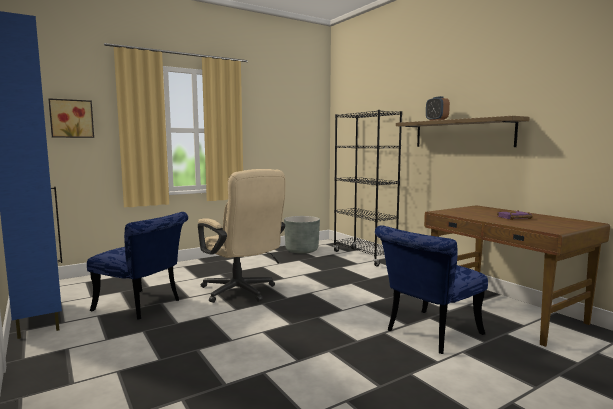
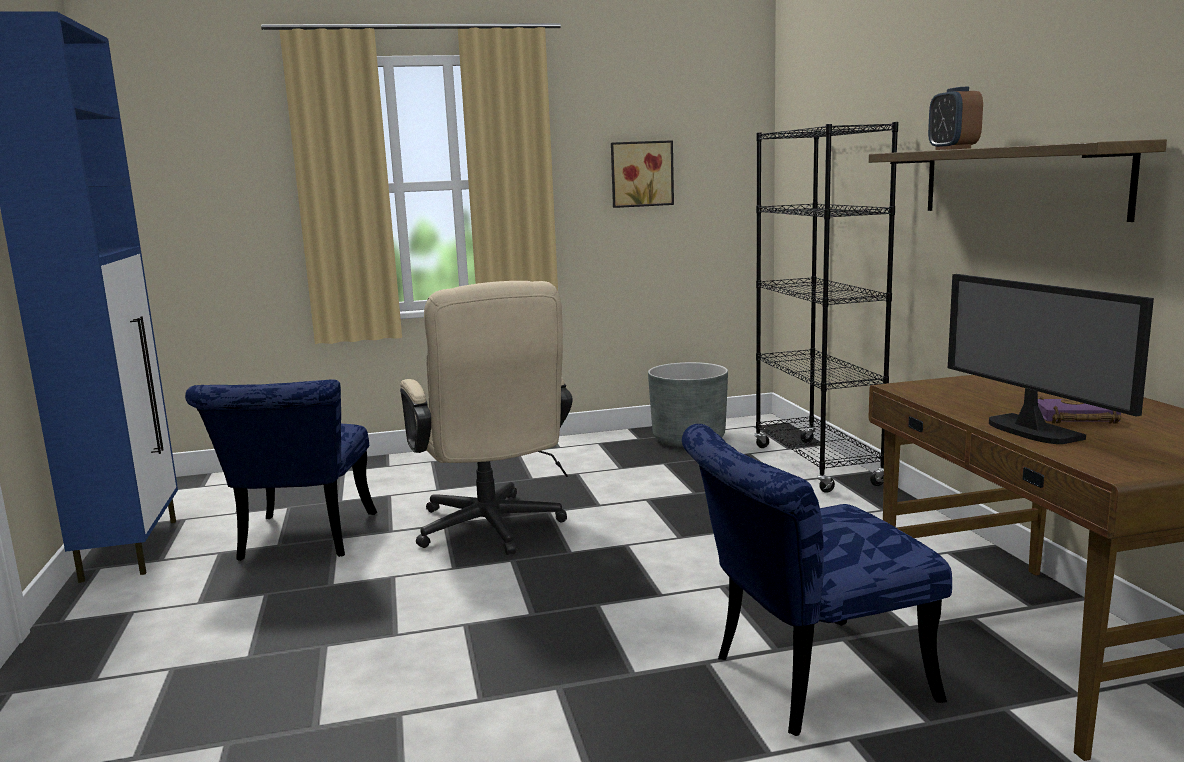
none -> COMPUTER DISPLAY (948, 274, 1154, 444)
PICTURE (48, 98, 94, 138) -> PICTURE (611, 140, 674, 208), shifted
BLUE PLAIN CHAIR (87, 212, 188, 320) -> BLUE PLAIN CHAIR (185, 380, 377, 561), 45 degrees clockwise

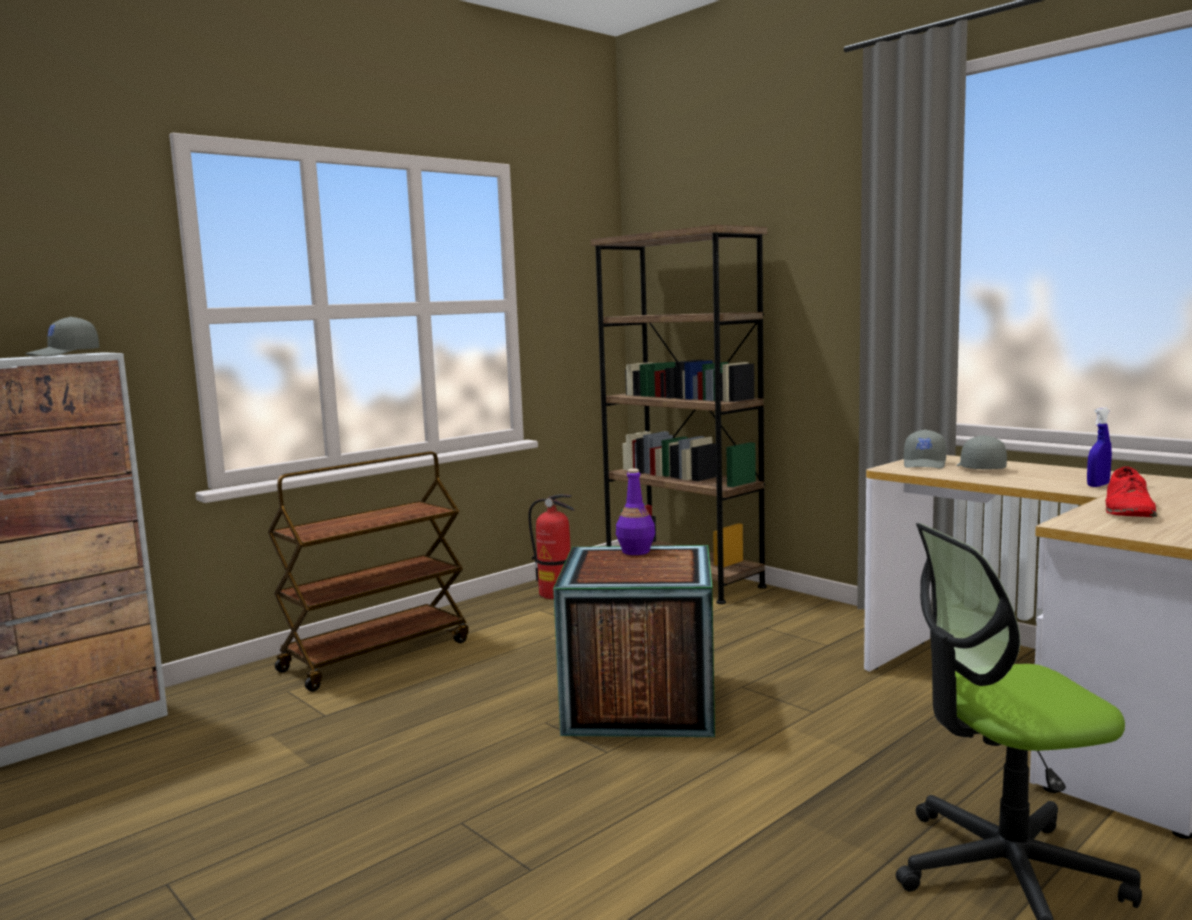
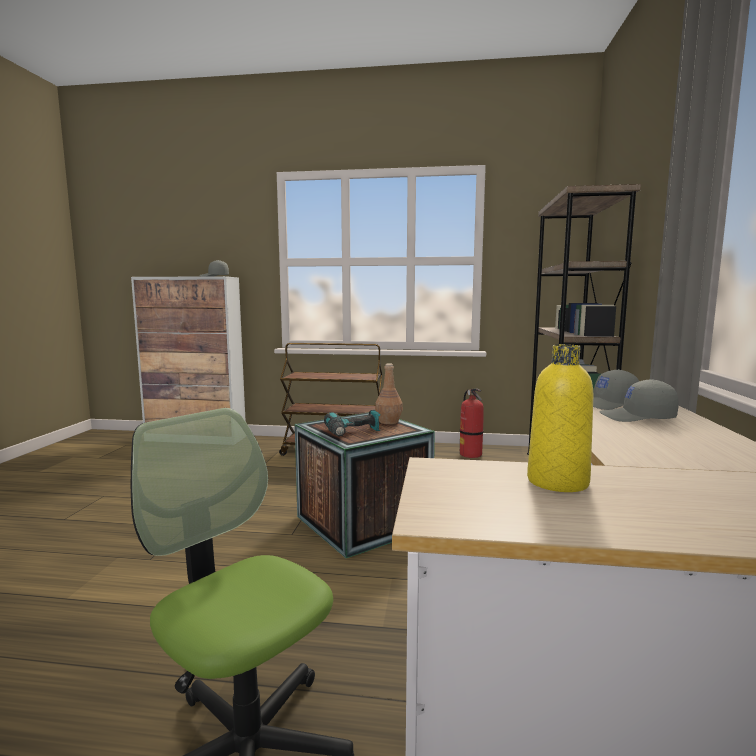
BLUE SPRAYER (1087, 407, 1112, 487) -> none
none -> POWER DRILL (324, 410, 381, 436)
RED LOW SHOE (1105, 466, 1157, 517) -> YELLOWISH BOTTLE (527, 344, 593, 492)
PURPLISH BOTTLE (616, 469, 655, 555) -> BROWN-COLOURED BOTTLE (375, 364, 403, 424)
GREYISH PEAKED CAP (957, 435, 1007, 469) -> GREYISH PEAKED CAP (599, 379, 679, 422), 135 degrees counterclockwise

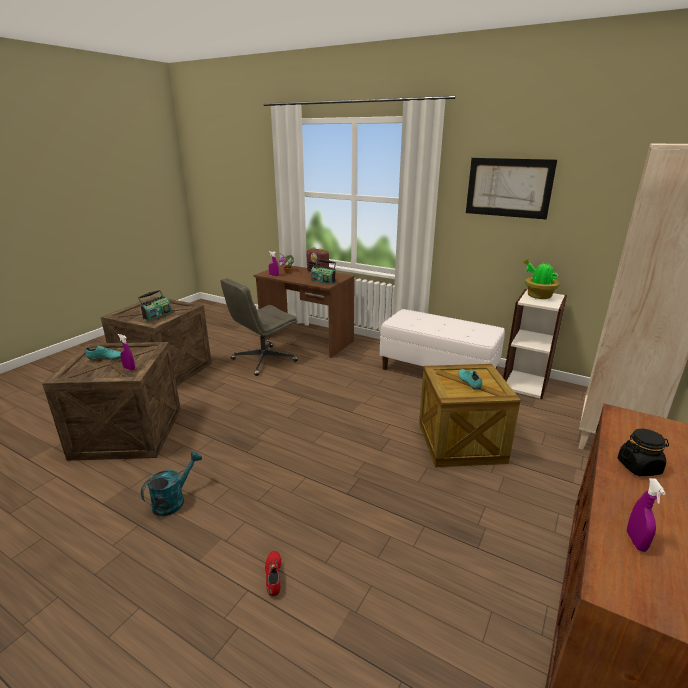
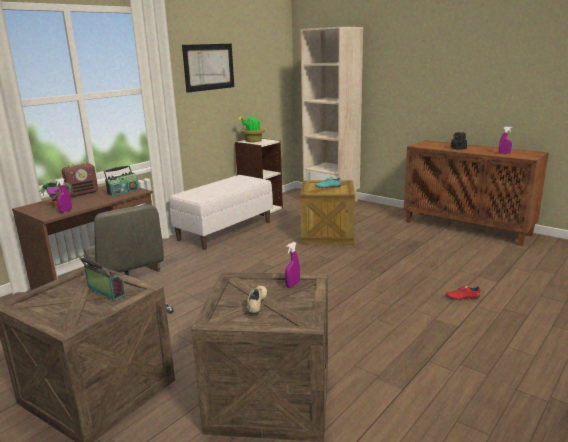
TURQUOISE-COLOURED WATERING POT (141, 451, 202, 516) -> none
TURQUOISE-COLOURED LOW SHOE (86, 346, 121, 360) -> BEIGE LOW SHOE (247, 286, 267, 314)

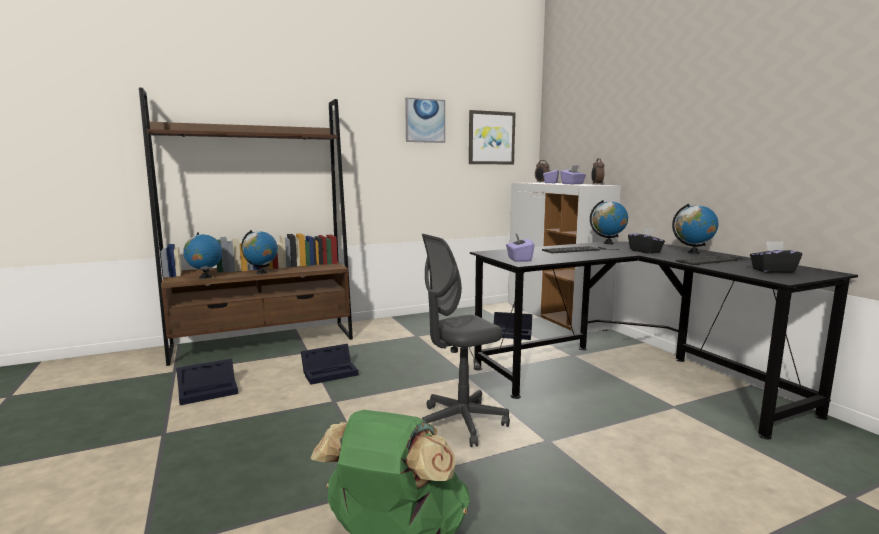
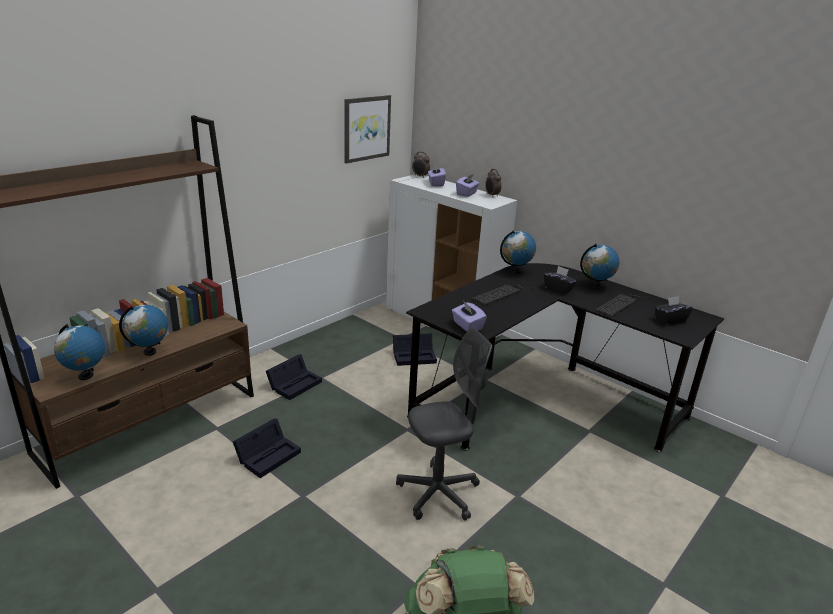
PICTURE (405, 98, 445, 143) -> none
BLACKISH STORAGE BOX (176, 359, 238, 405) -> BLACKISH STORAGE BOX (266, 354, 322, 400), shifted
GREYISH OFFICE CHAIR (422, 234, 510, 447) -> GREYISH OFFICE CHAIR (396, 327, 492, 521), 150 degrees counterclockwise

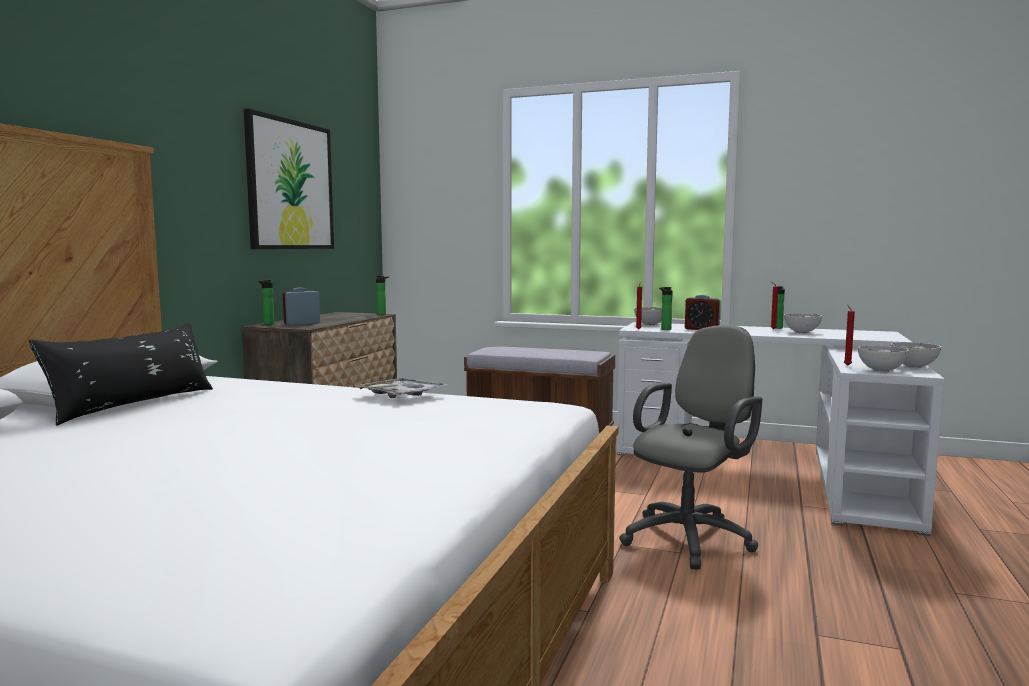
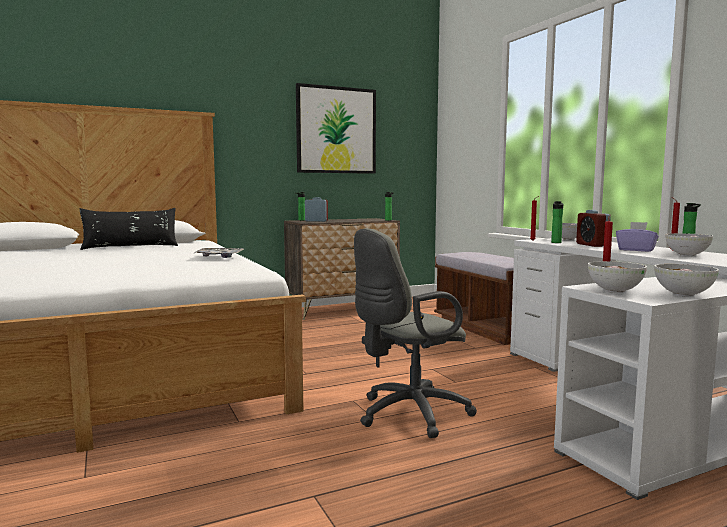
none -> PURPLISH BOX OF TISSUES (616, 222, 659, 252)
GREYISH OFFICE CHAIR (619, 325, 762, 570) -> GREYISH OFFICE CHAIR (354, 228, 477, 438), 150 degrees clockwise

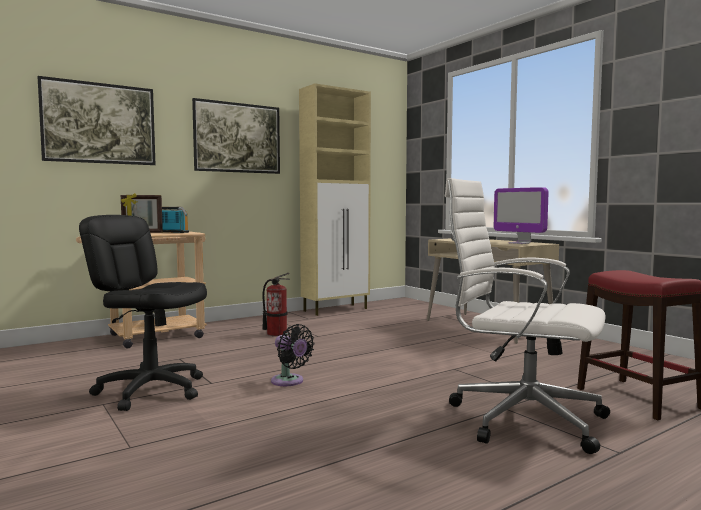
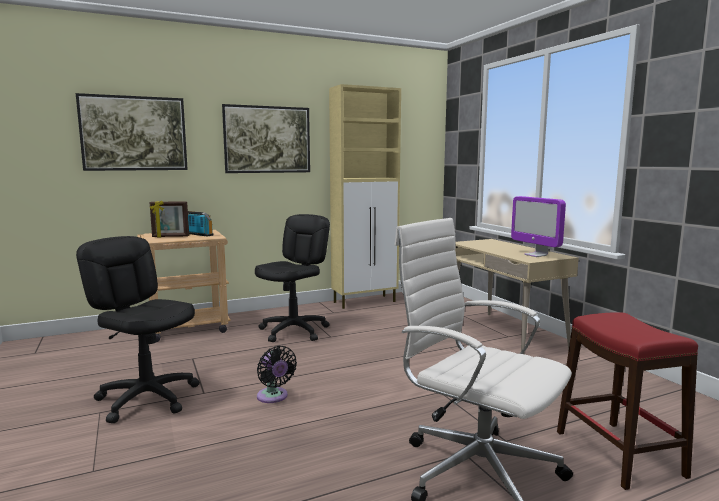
FIRE EXTINGUISHER (262, 273, 290, 336) -> BLACKISH OFFICE CHAIR (255, 214, 330, 342)

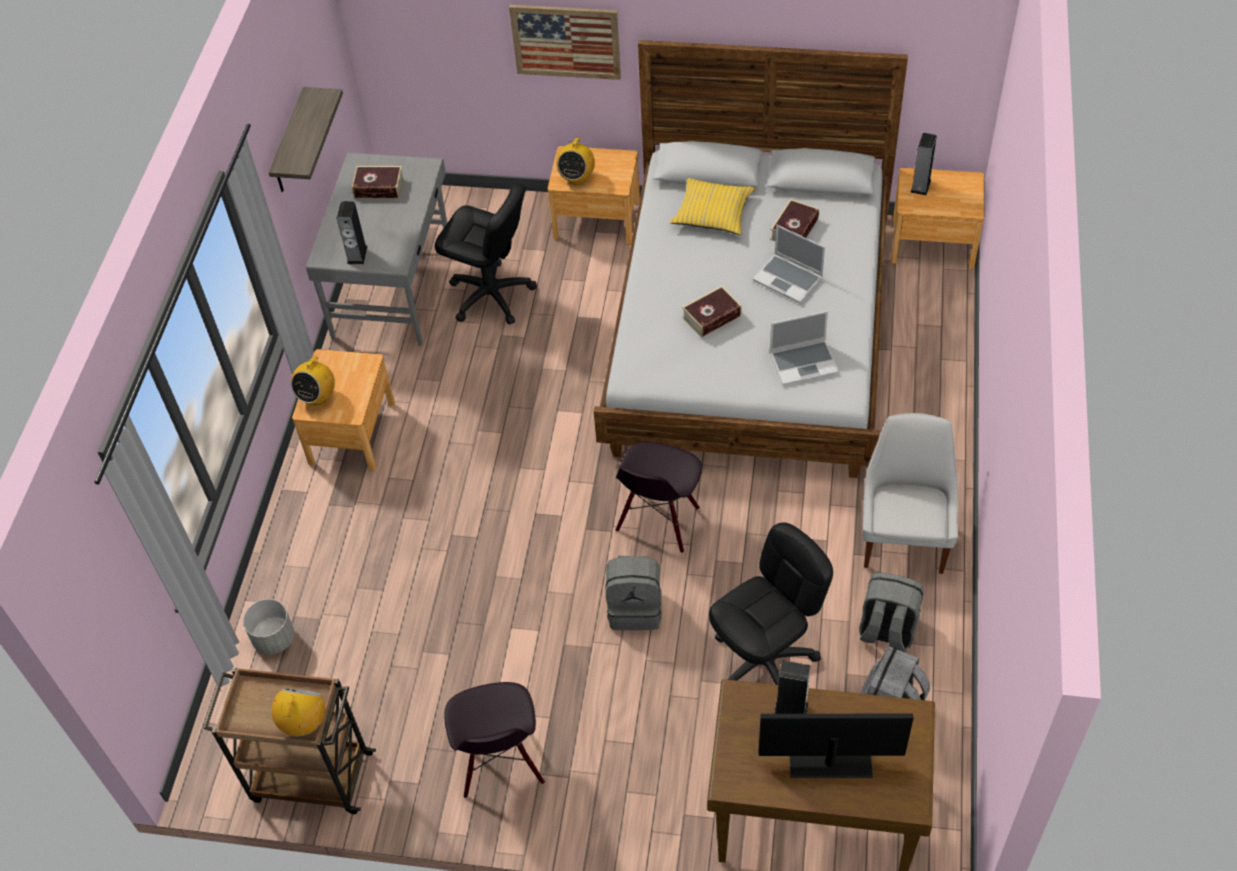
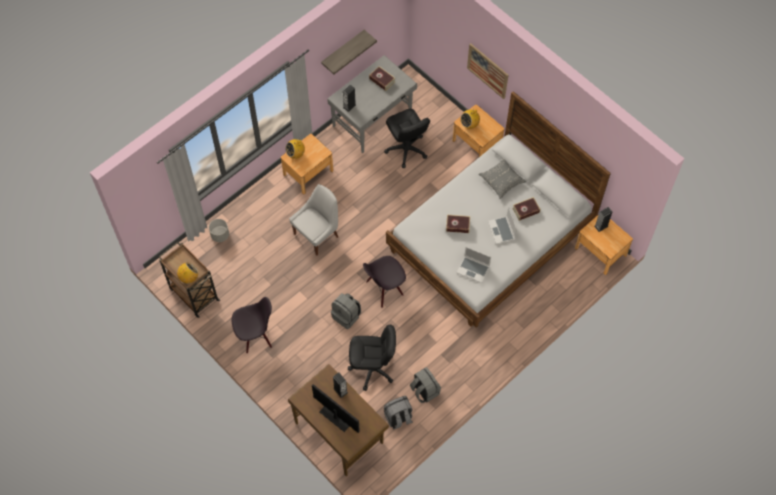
WHITE-COLOURED PLAIN CHAIR (863, 413, 958, 574) -> WHITE-COLOURED PLAIN CHAIR (289, 184, 338, 255), shifted
YELLOWISH PILLOW (670, 178, 755, 235) -> GREYISH PILLOW (479, 159, 526, 199)
BLACKISH PLAIN CHAIR (444, 682, 545, 798) -> BLACKISH PLAIN CHAIR (232, 297, 272, 353), 135 degrees counterclockwise

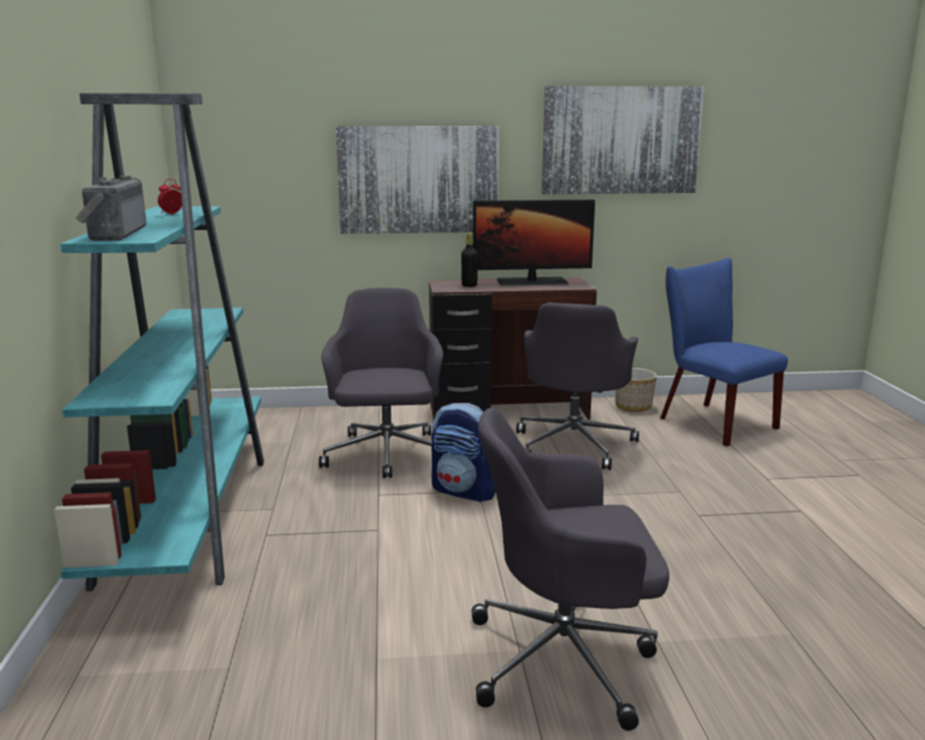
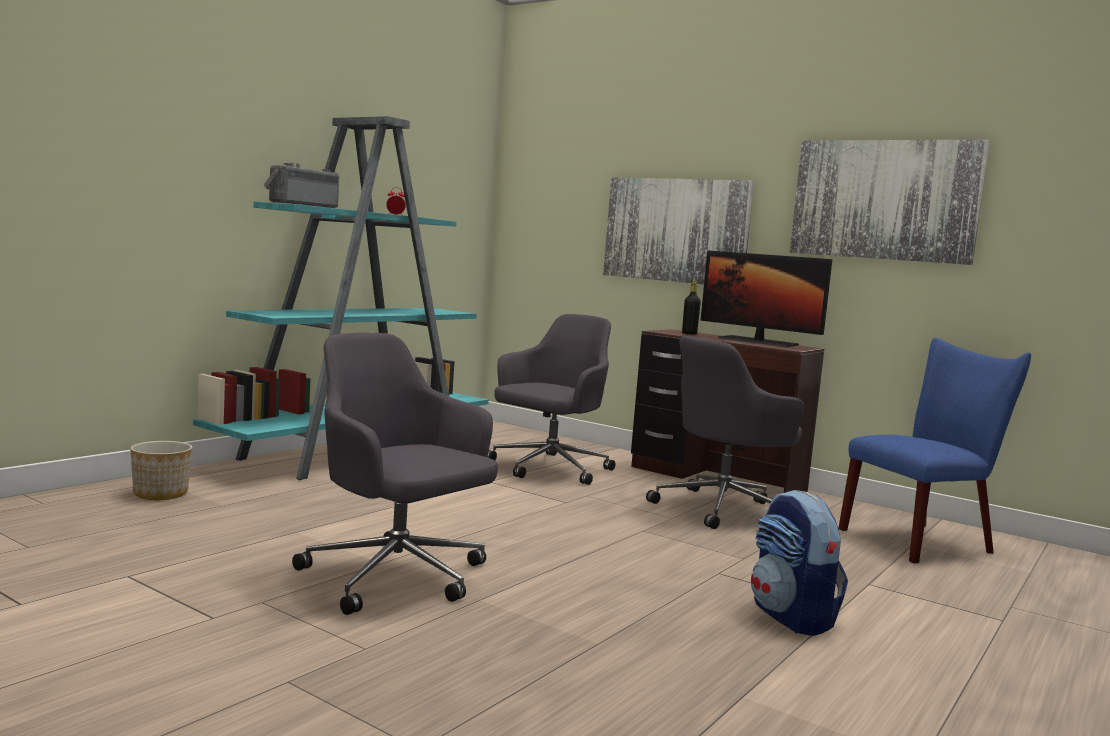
KNAPSACK (431, 403, 496, 502) -> KNAPSACK (751, 490, 848, 636), shifted
PLANT POT (615, 368, 657, 412) -> PLANT POT (130, 441, 192, 500), shifted
BLUE PLAIN CHAIR (660, 258, 788, 446) -> BLUE PLAIN CHAIR (838, 338, 1031, 563), 60 degrees clockwise

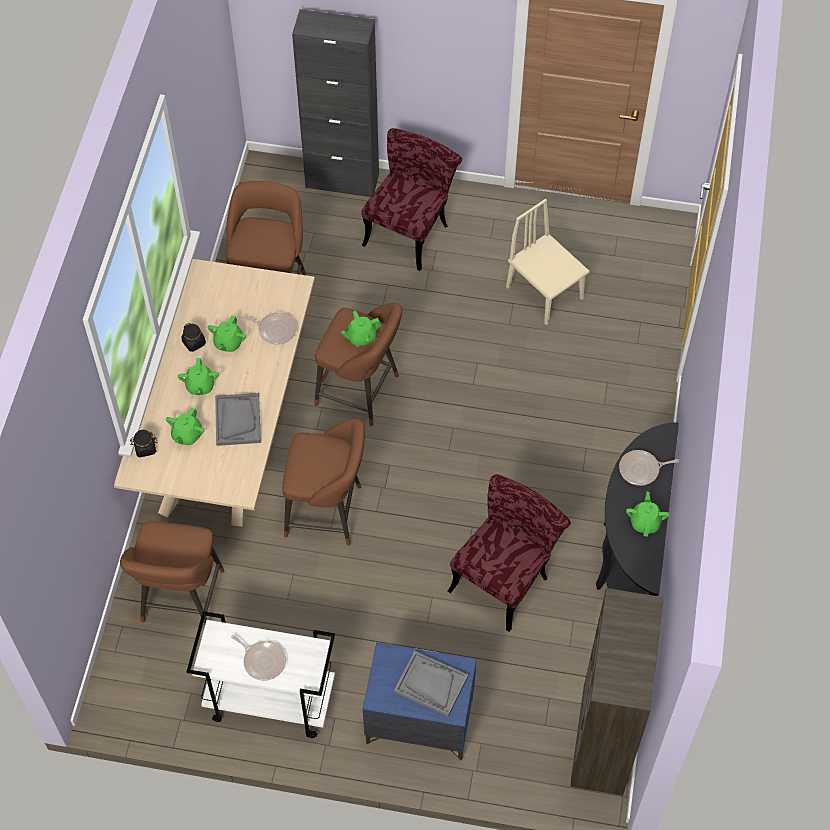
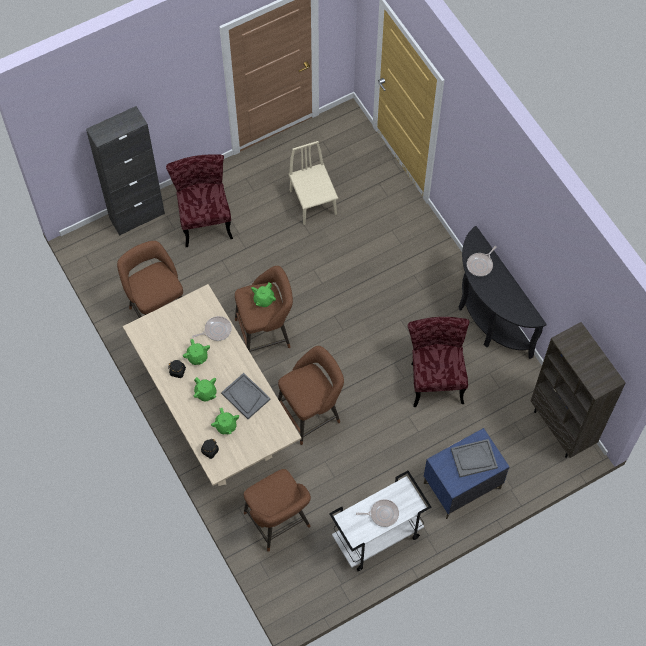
GREENISH TEAPOT (626, 492, 670, 537) -> none
BEIGE PLAIN CHAIR (506, 199, 590, 325) -> BEIGE PLAIN CHAIR (289, 141, 338, 225), 60 degrees clockwise

